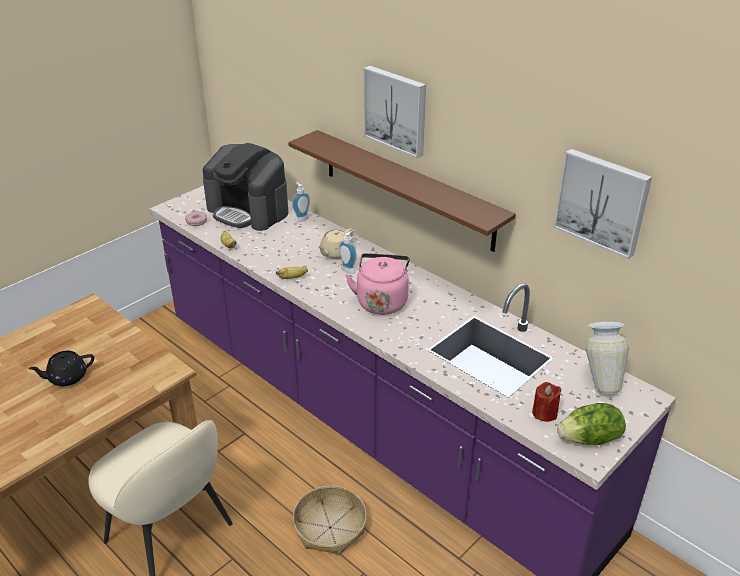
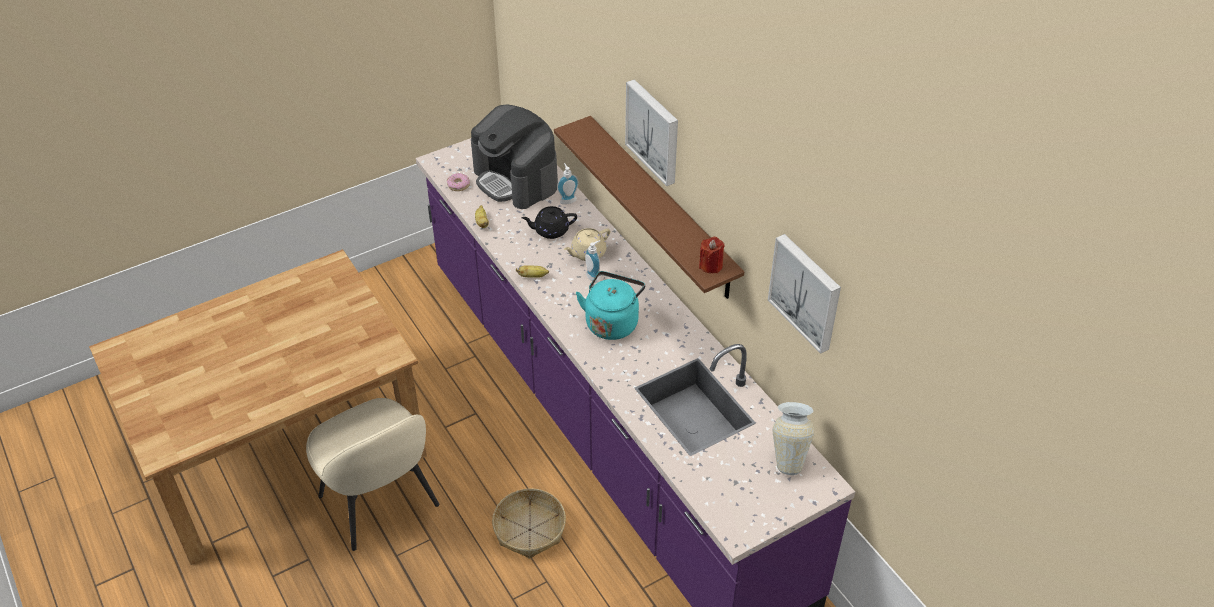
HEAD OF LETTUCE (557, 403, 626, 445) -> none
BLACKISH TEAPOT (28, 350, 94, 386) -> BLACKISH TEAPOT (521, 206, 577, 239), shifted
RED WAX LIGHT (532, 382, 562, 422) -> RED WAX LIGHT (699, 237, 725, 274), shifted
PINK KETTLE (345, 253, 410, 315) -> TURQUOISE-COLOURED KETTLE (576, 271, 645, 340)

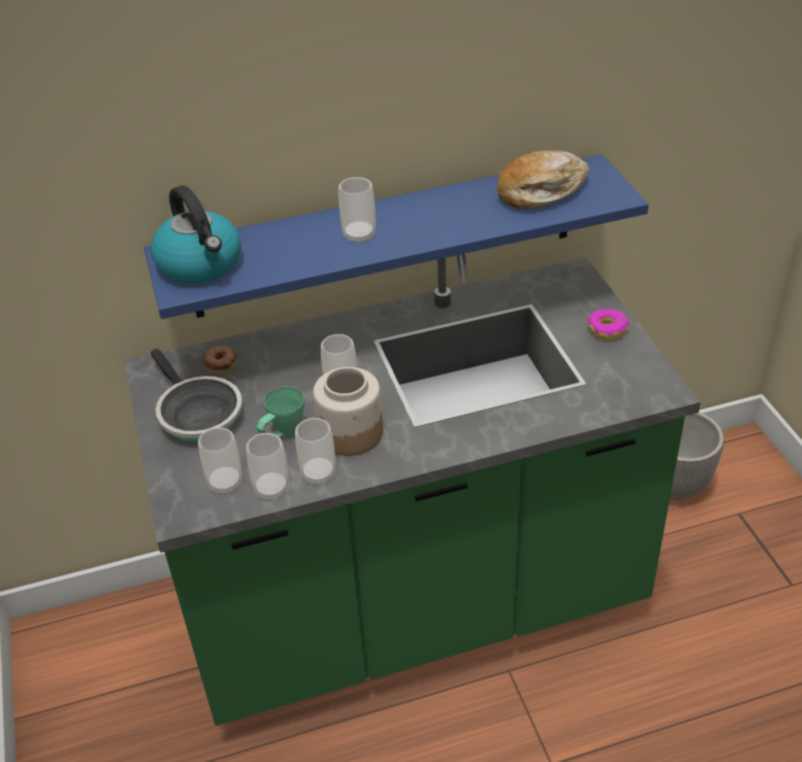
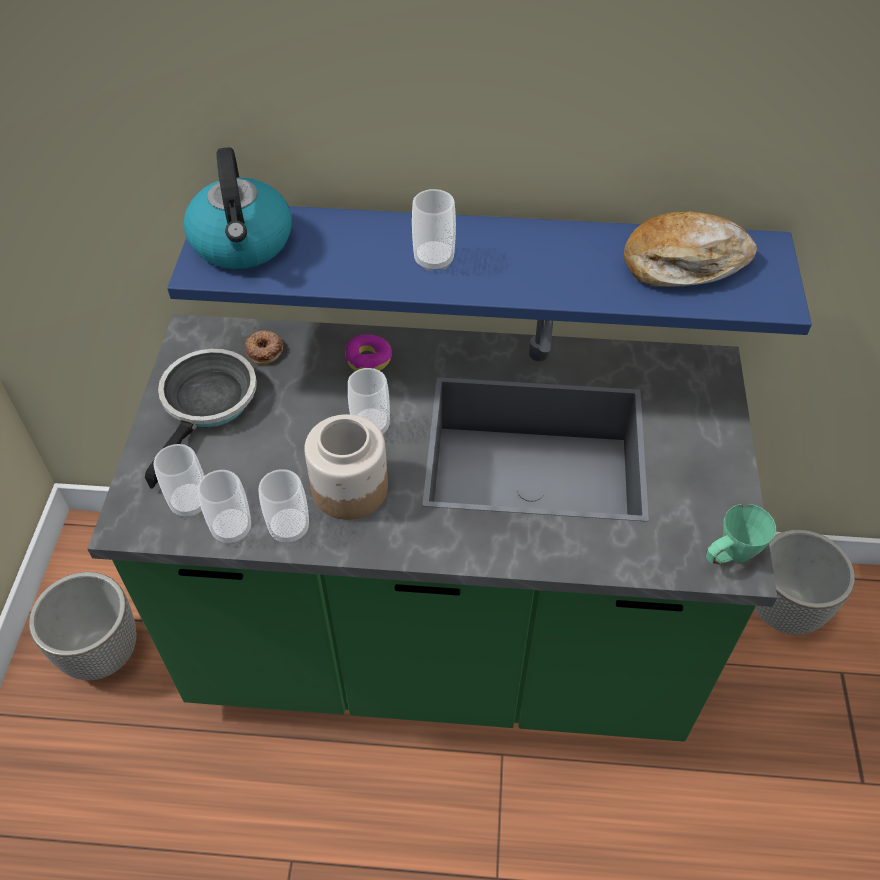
none -> PLANT POT (29, 572, 137, 680)
GREENISH COFFEE MUG (257, 387, 305, 437) -> GREENISH COFFEE MUG (706, 504, 776, 565), shifted
RING DOUGHNUT (588, 309, 629, 340) -> RING DOUGHNUT (345, 334, 392, 371), shifted
PAN (151, 348, 243, 442) -> PAN (145, 349, 257, 489), 150 degrees counterclockwise

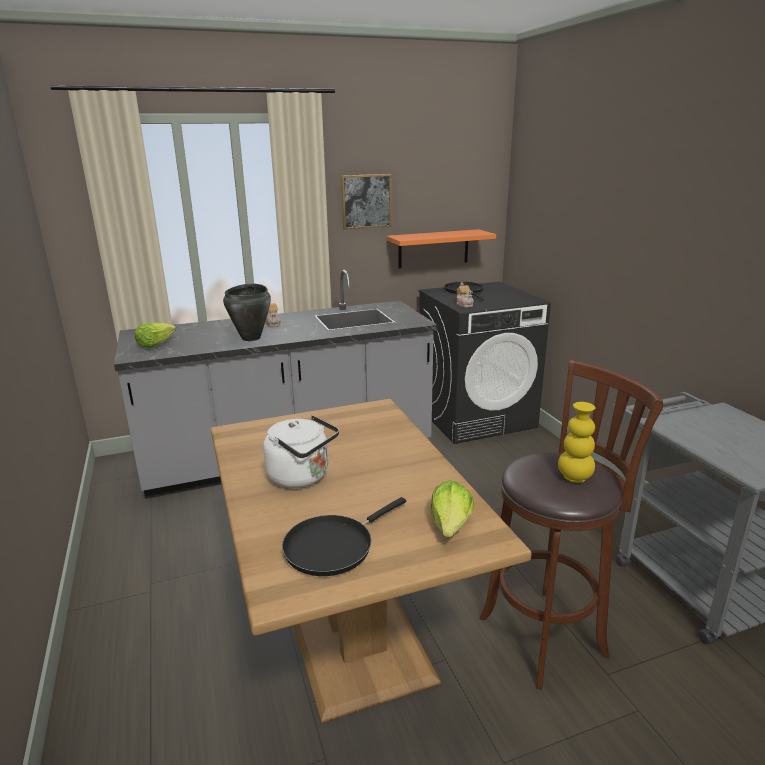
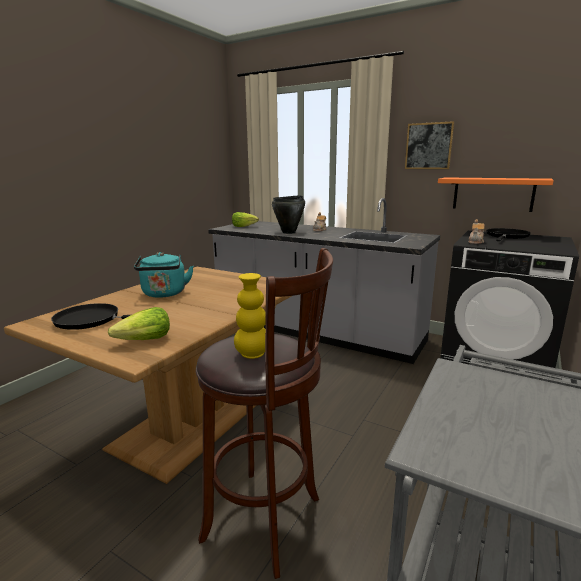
WHITE-COLOURED KETTLE (263, 415, 339, 488) -> TURQUOISE-COLOURED KETTLE (134, 252, 194, 298)

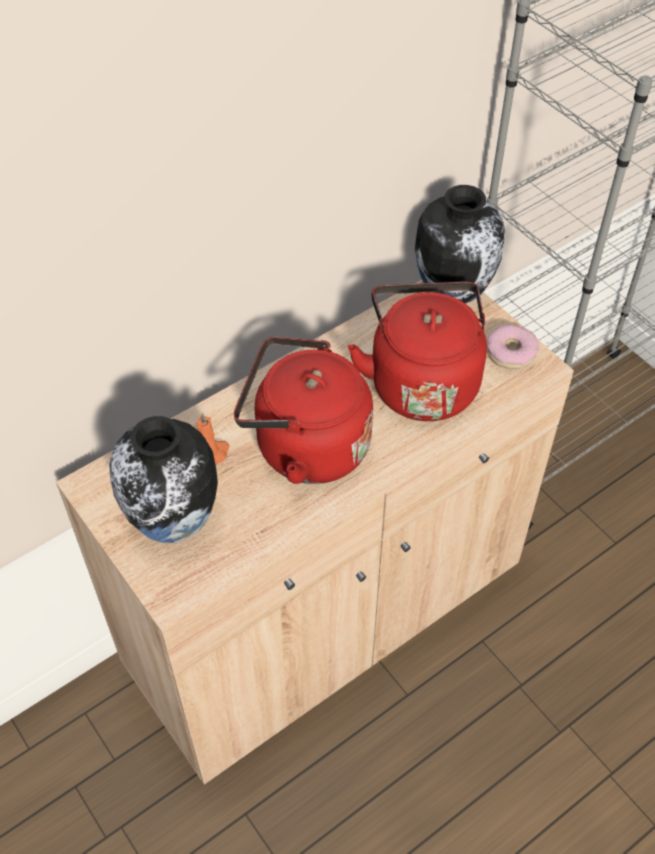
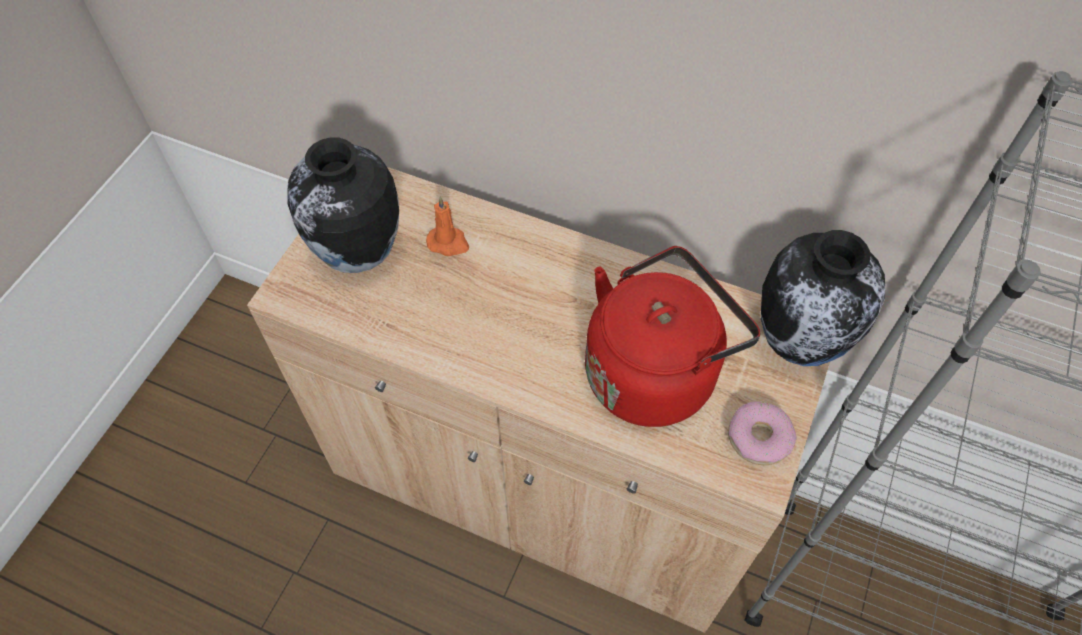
RED KETTLE (234, 336, 373, 484) -> none

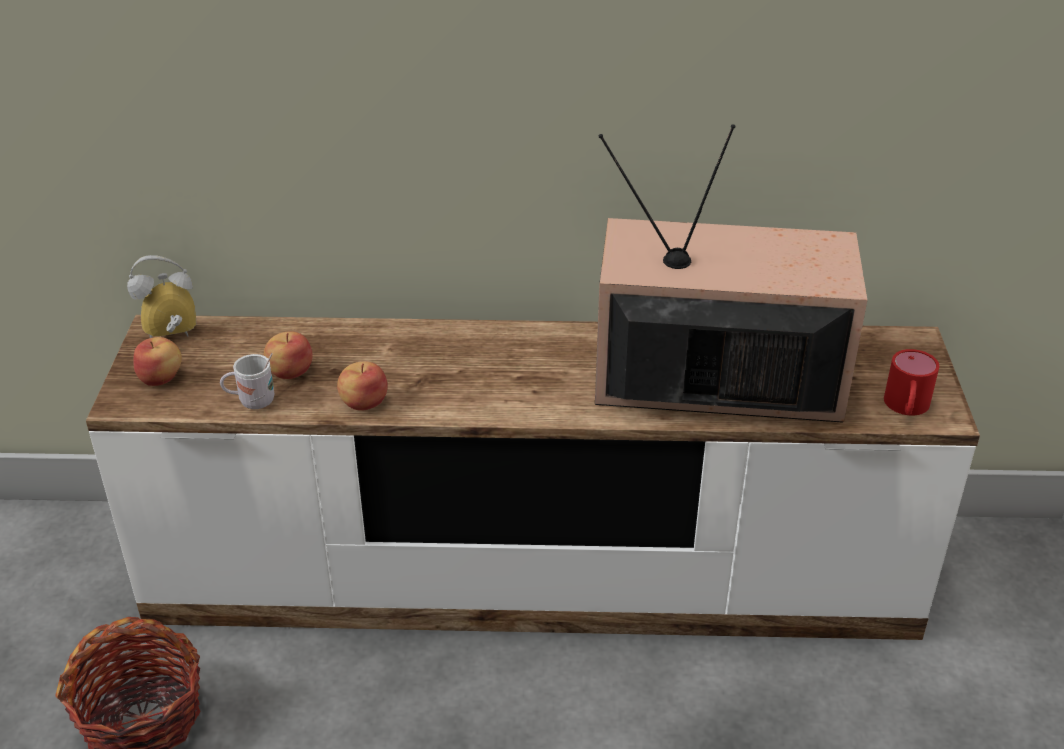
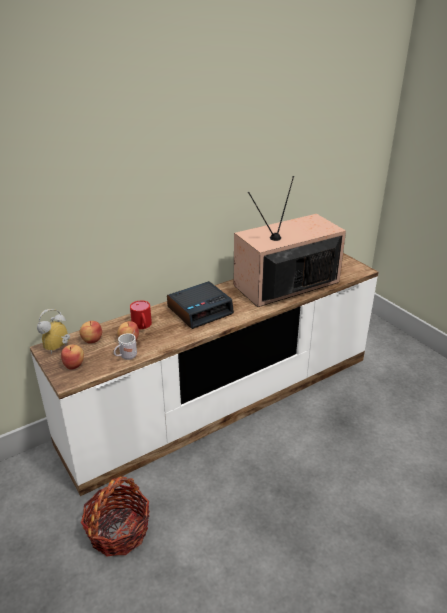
none -> TABLE CLOCK (167, 281, 234, 329)
APPLE FRUIT (337, 361, 388, 411) -> APPLE FRUIT (80, 321, 102, 344), shifted
RED COFFEE MUG (884, 349, 939, 416) -> RED COFFEE MUG (130, 301, 152, 329), shifted

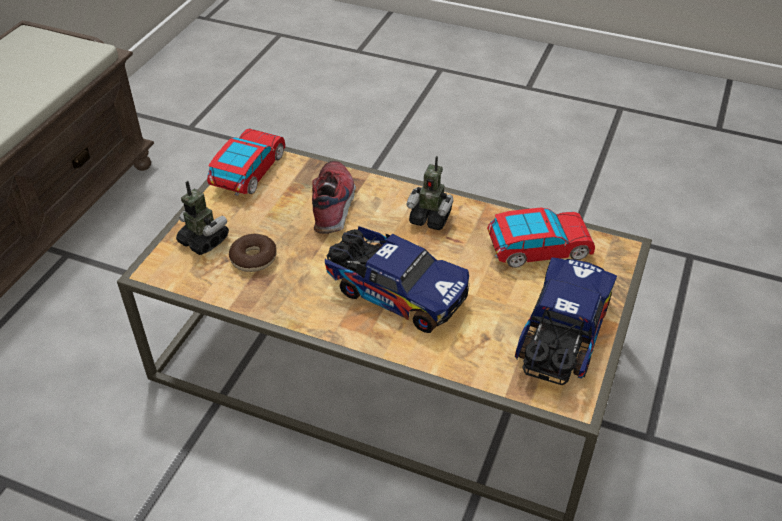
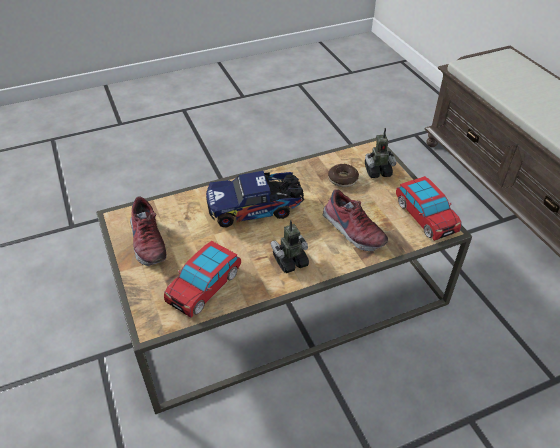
TOY LORRY (515, 257, 617, 385) -> LOW SHOE (130, 197, 167, 266)

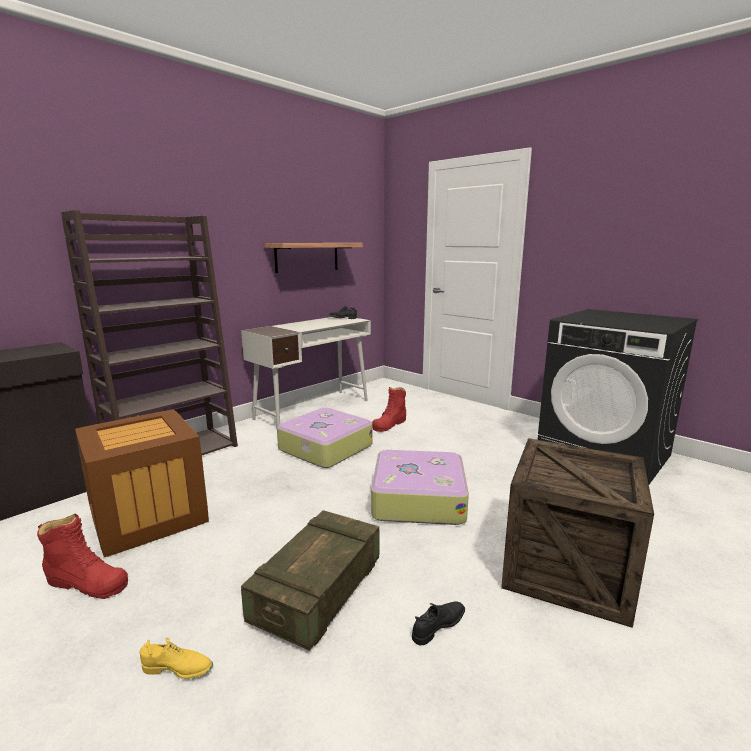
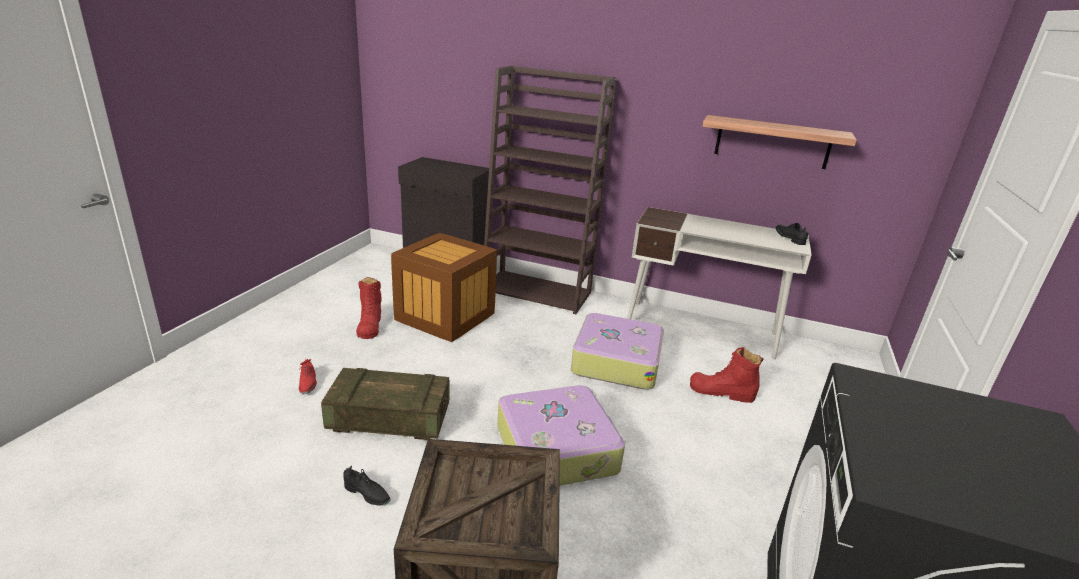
YELLOWISH LOW SHOE (140, 637, 213, 679) -> RED LOW SHOE (298, 359, 317, 394)

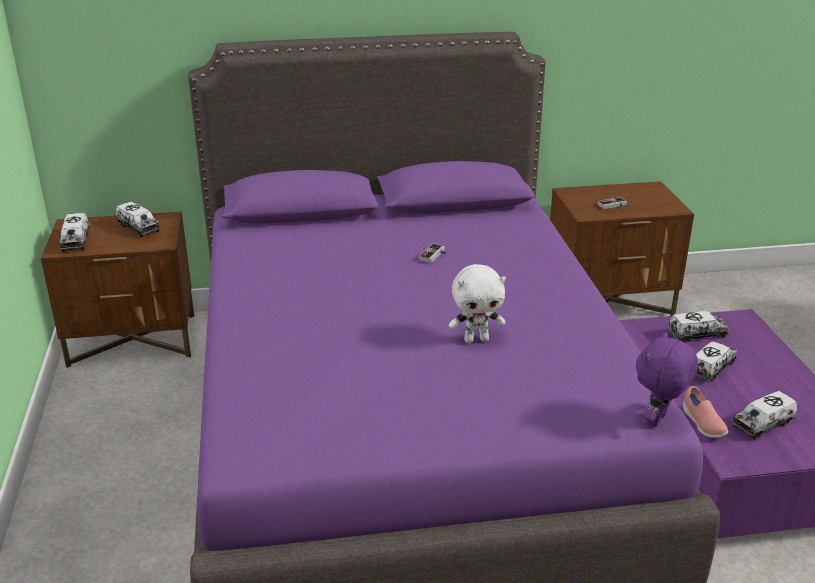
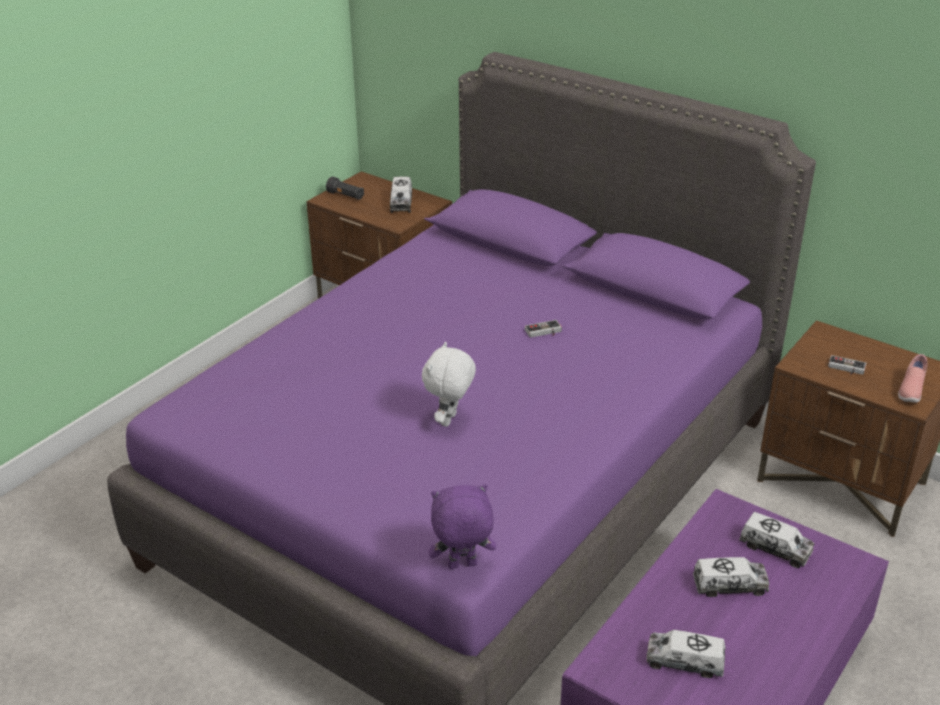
PINK LOW SHOE (683, 386, 729, 438) -> PINK LOW SHOE (898, 354, 928, 403), shifted
TOY LORRY (60, 213, 90, 252) -> BLACKISH HAND TORCH (326, 176, 364, 200)
WHITE-COLOURED CUDDLY TOY (449, 264, 506, 343) -> WHITE-COLOURED CUDDLY TOY (422, 342, 476, 427), 75 degrees clockwise

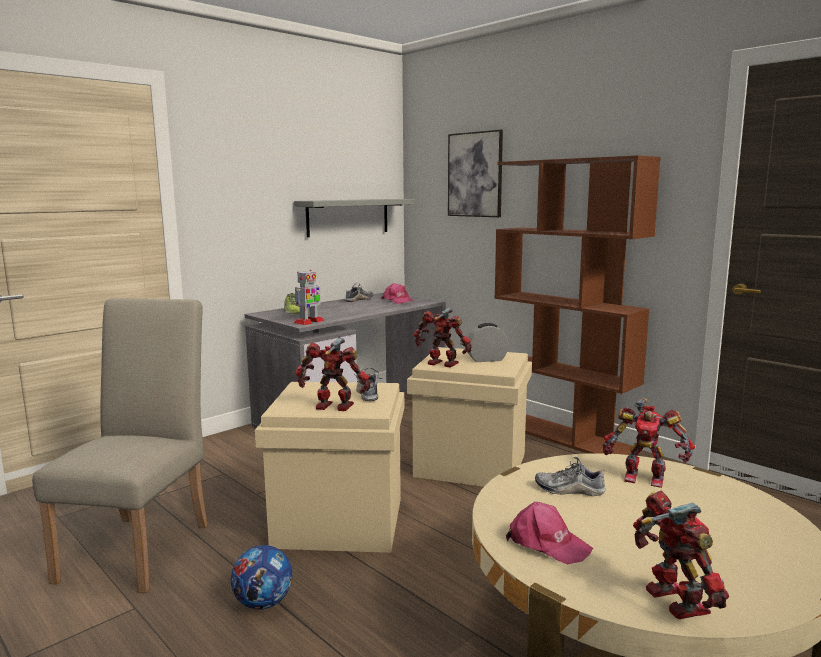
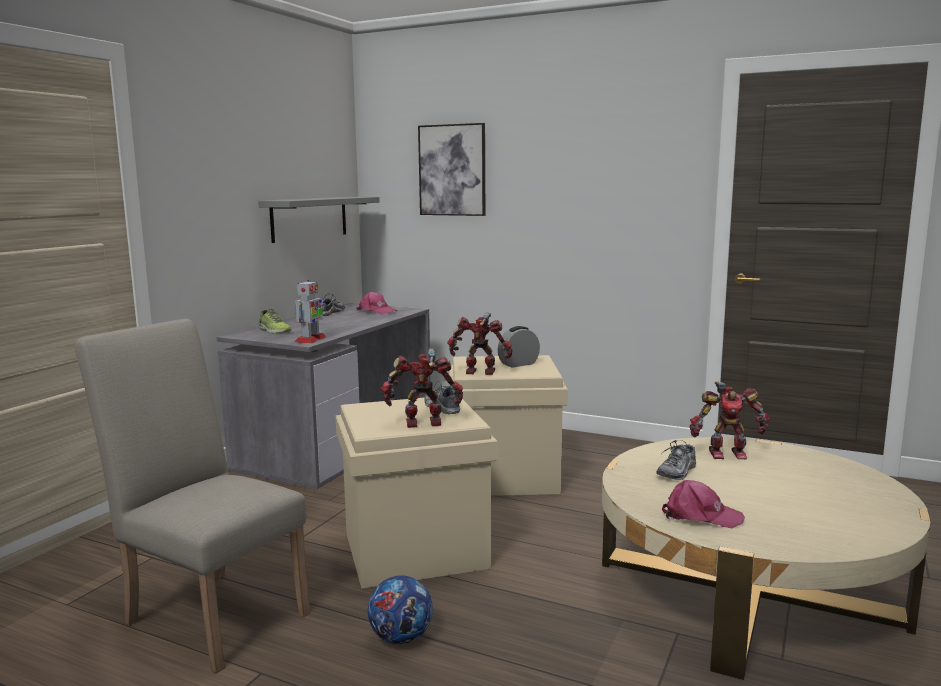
BROWN-COLOURED SHELVING UNIT (495, 155, 661, 455) -> none
ROBOT FIGURE (633, 490, 729, 619) -> none
BEIGE PLAIN CHAIR (32, 298, 208, 593) -> BEIGE PLAIN CHAIR (75, 318, 310, 674), 45 degrees counterclockwise
LOW SHOE (535, 457, 606, 496) -> LOW SHOE (656, 440, 696, 480), 45 degrees counterclockwise

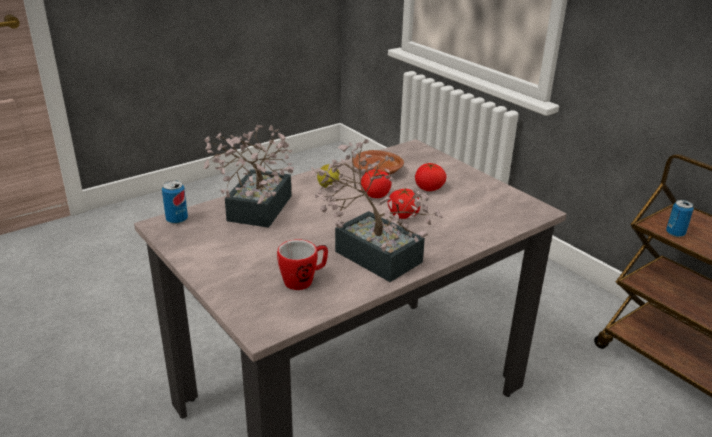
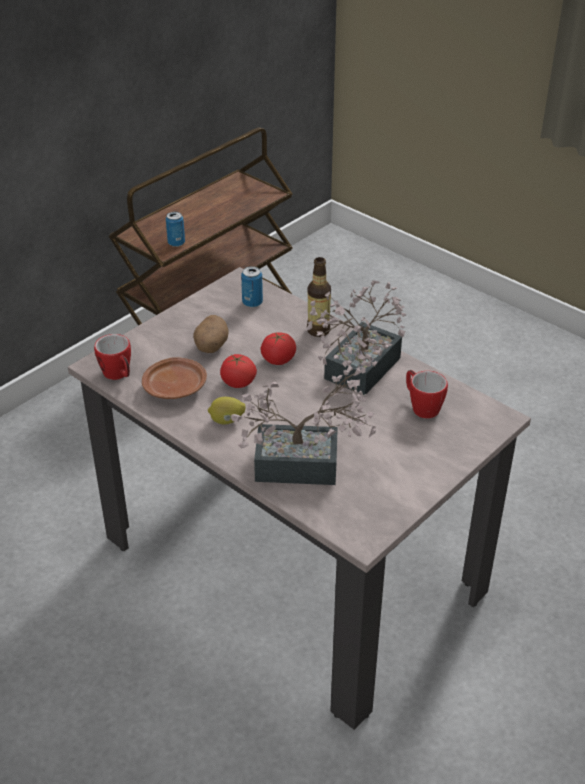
none -> COFFEE MUG (94, 334, 131, 380)
none -> BOTTLE (307, 257, 331, 337)
CAN (162, 180, 188, 224) -> CAN (241, 266, 263, 308), shifted
TOMATO (415, 163, 446, 191) -> POTATO (193, 315, 228, 353)

